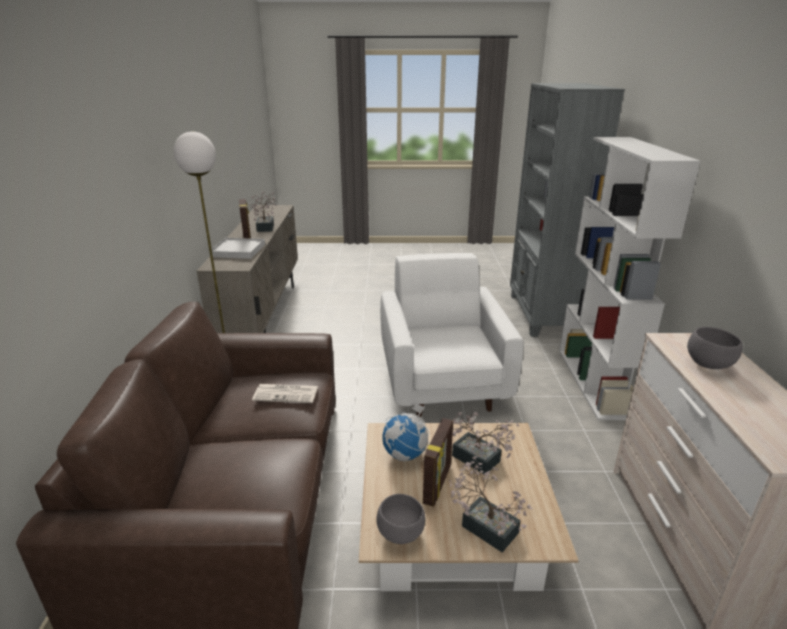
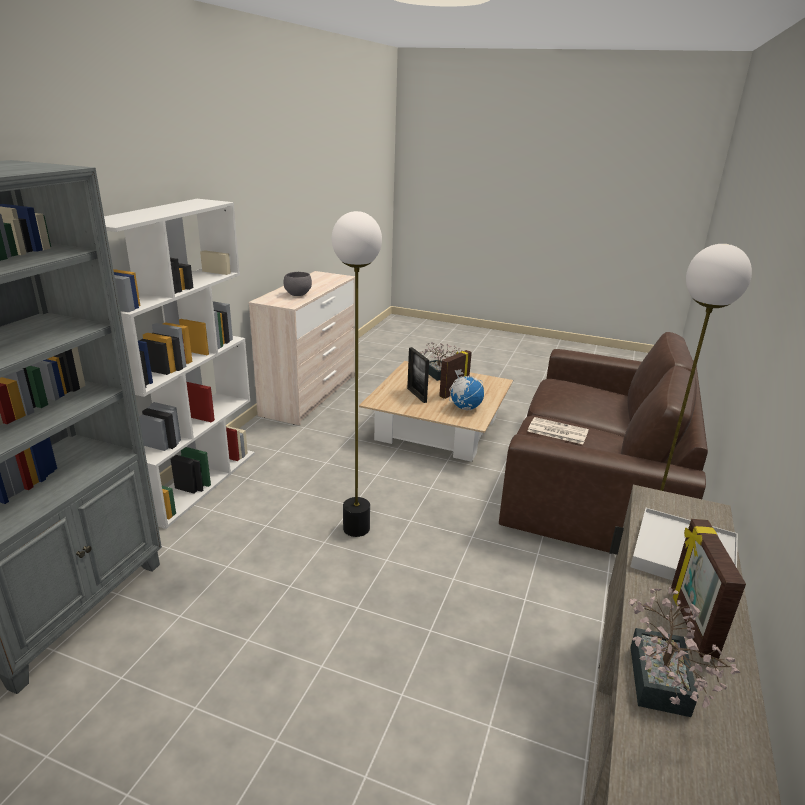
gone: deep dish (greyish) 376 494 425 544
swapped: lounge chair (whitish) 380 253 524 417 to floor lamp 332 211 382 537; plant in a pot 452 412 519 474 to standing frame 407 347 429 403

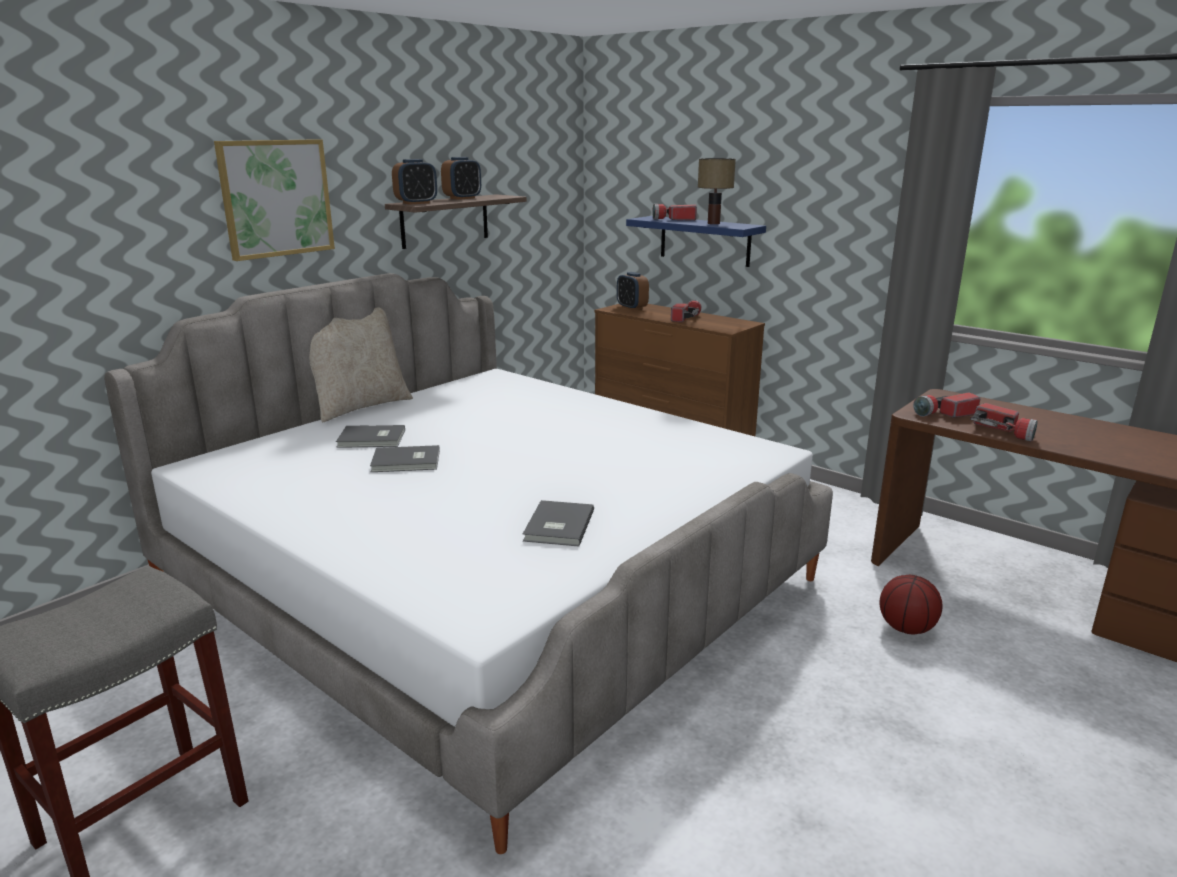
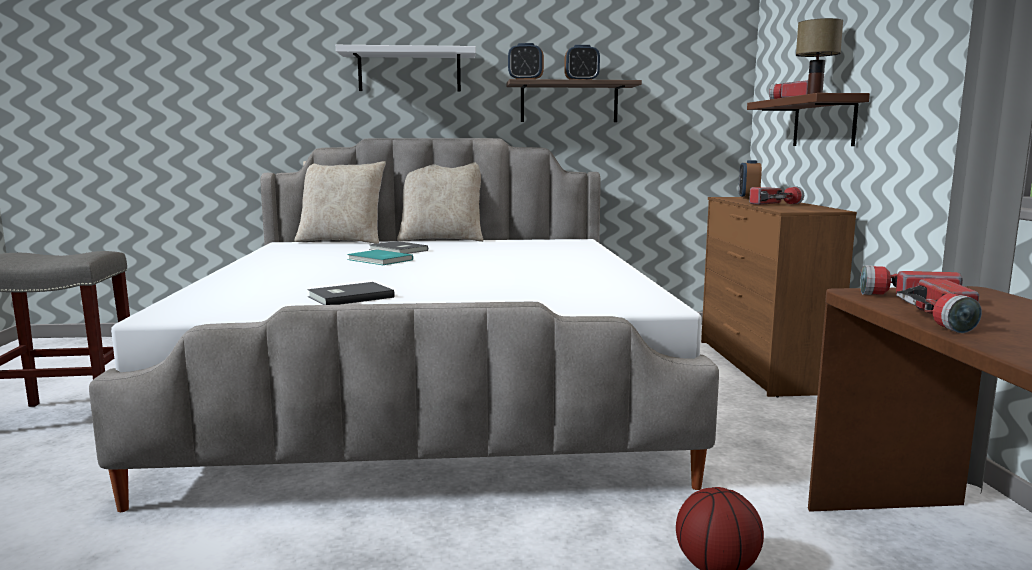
new: cushion (sand-coloured) 294 161 386 244
swapped: wall picture 214 139 335 261 to wall shelf (whitish) 336 45 476 92
repainted: book (greyish) 370 445 440 472 to book (blue-green) 347 250 413 265; wall shelf (bluish) 626 216 766 267 to wall shelf (brown-coloured) 747 93 870 146

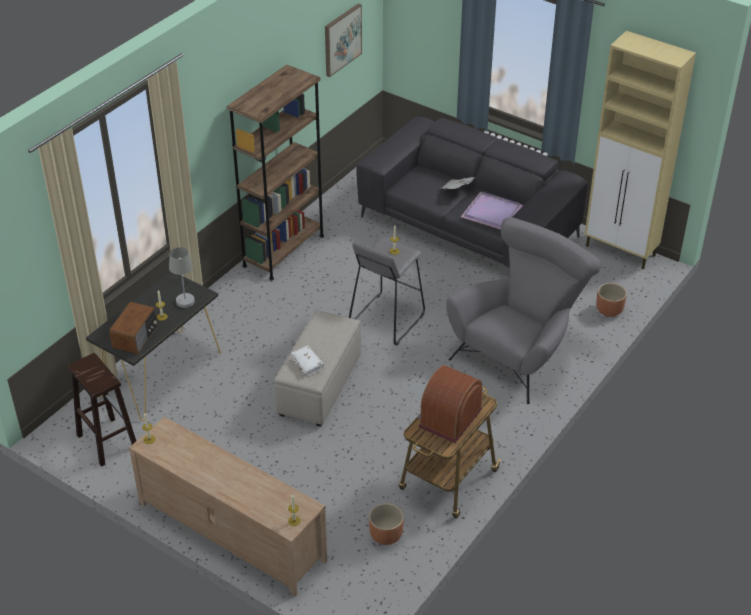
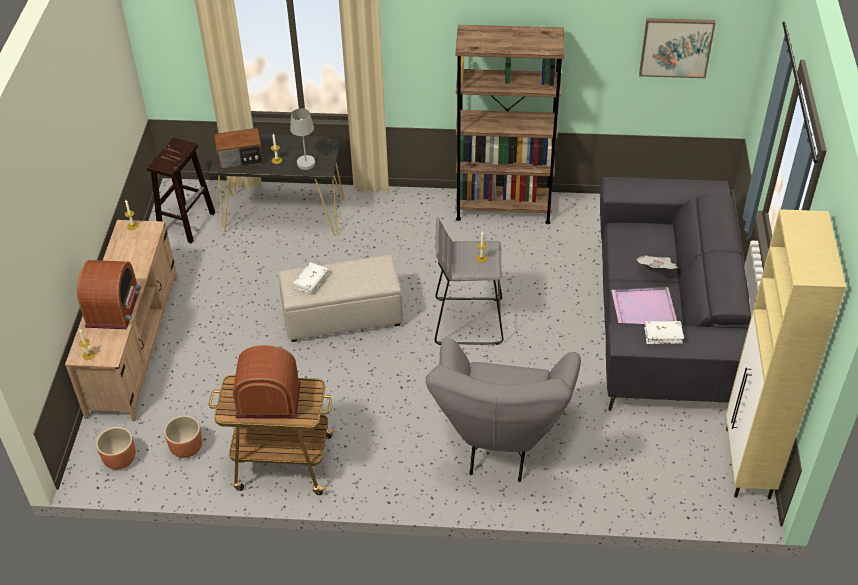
new: radio 77 260 141 329; book (whitish) 644 321 684 344
shifted: flower pot (brown-coloured) 596 283 627 317 to 96 427 136 470
rotated: lounge chair (greyish) 446 217 601 404 = 426 338 581 482 90 degrees clockwise

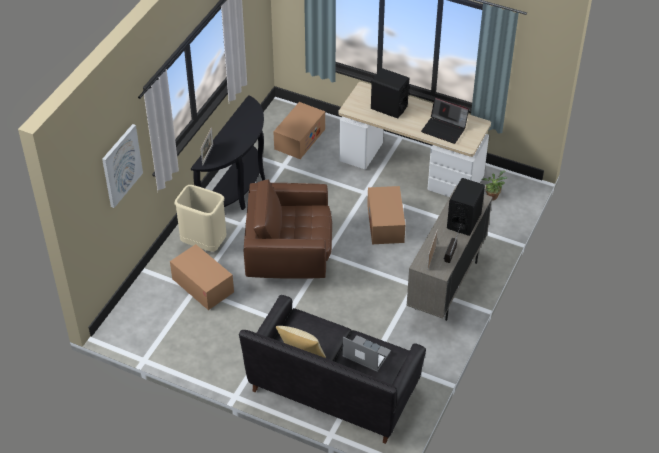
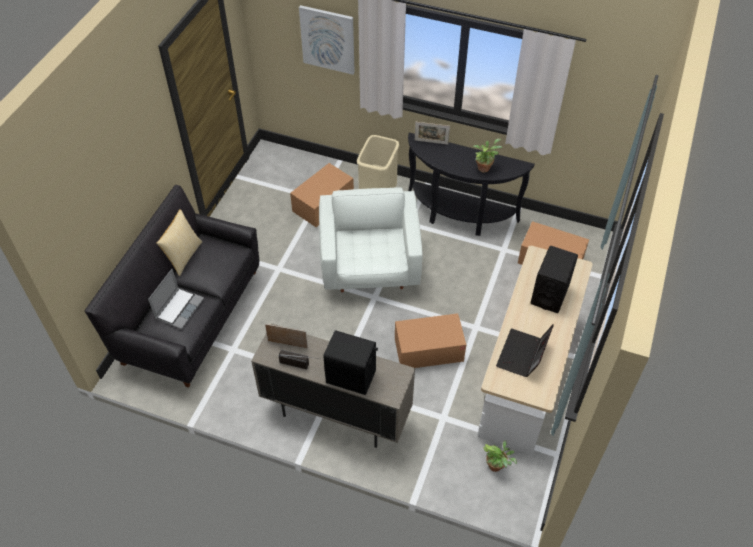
new: plant in a pot 473 138 502 173
repainted: lounge chair (brown-coloured) 243 179 332 279 to lounge chair (whitish) 319 187 423 292

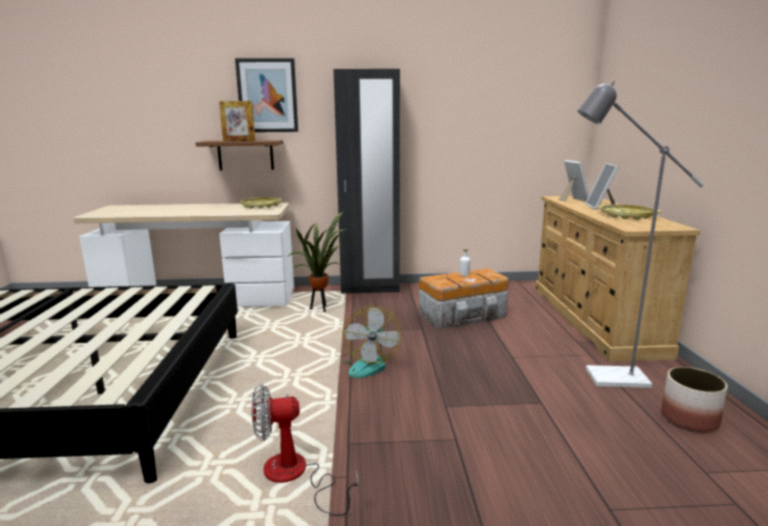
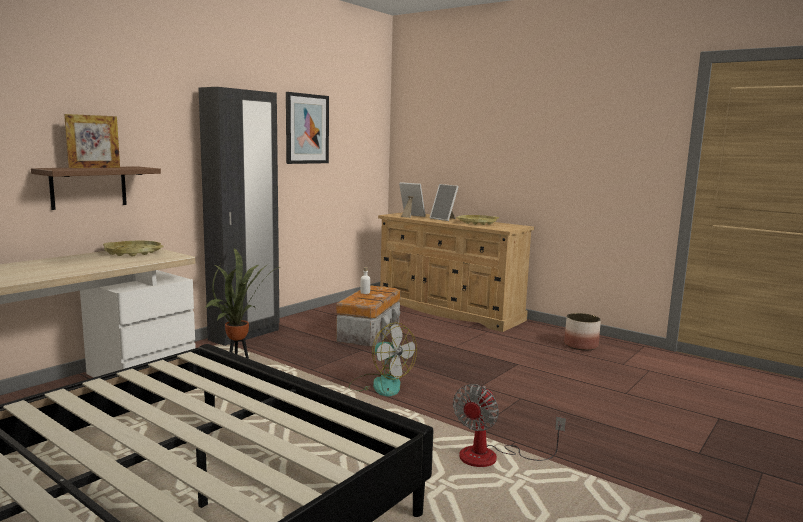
gone: floor lamp (greyish) 577 81 704 388
shifted: wall picture 235 58 298 132 to 286 92 329 164

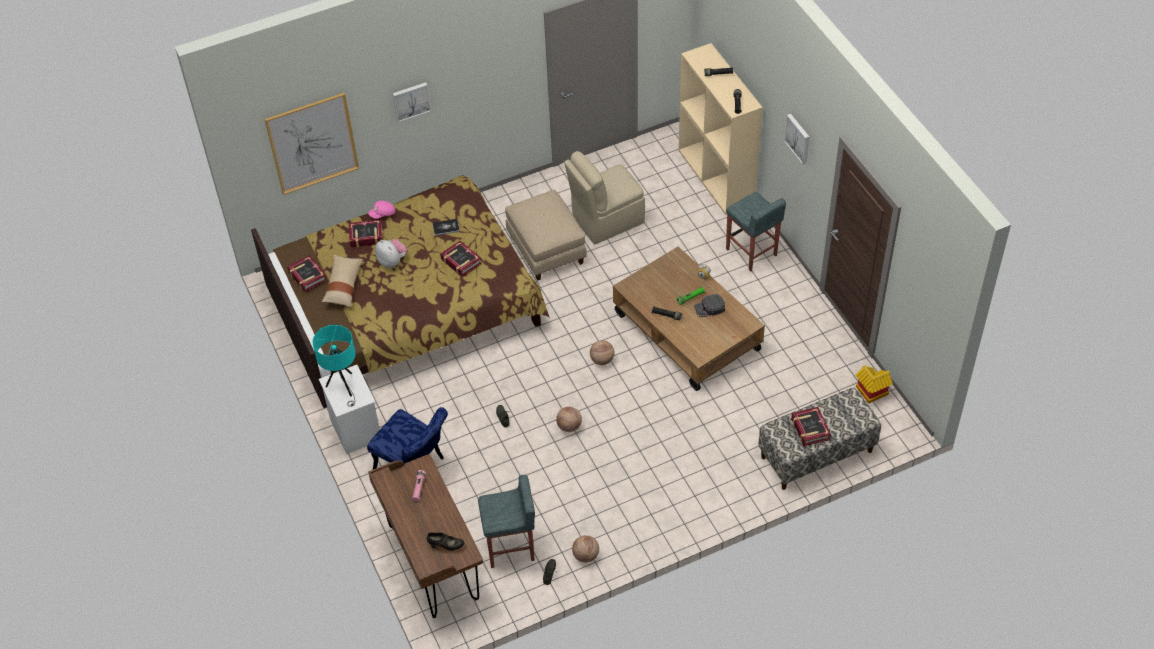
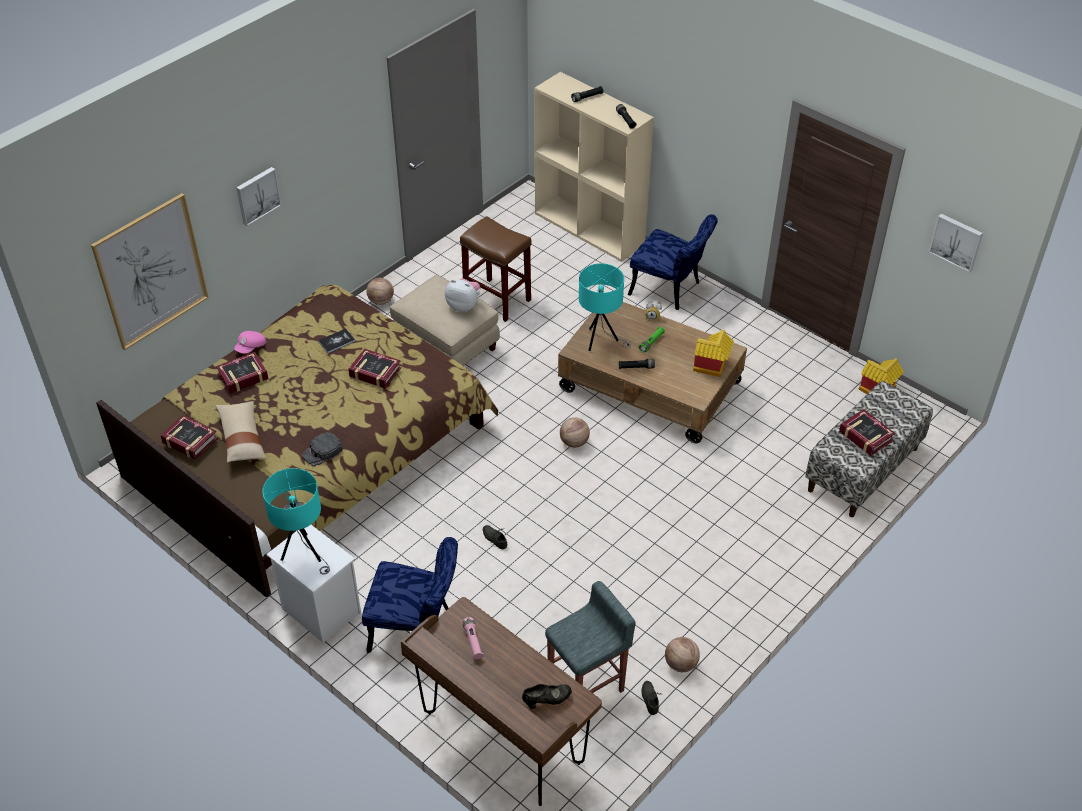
new: table lamp (blue-green) 579 263 631 351; toy house 693 330 734 377
shifted: soft toy 375 239 407 268 to 445 279 481 312; basketball 556 407 582 432 to 366 278 394 305; cap (blackish) 694 294 725 317 to 302 432 343 466; wall picture 784 114 809 164 to 929 214 983 272
swapped: upright chair (sand-coloured) 564 151 645 245 to stool seat (brown-coloured) 460 216 532 322; stool seat (greyish) 726 192 786 272 to upright chair (bluish) 628 214 718 310

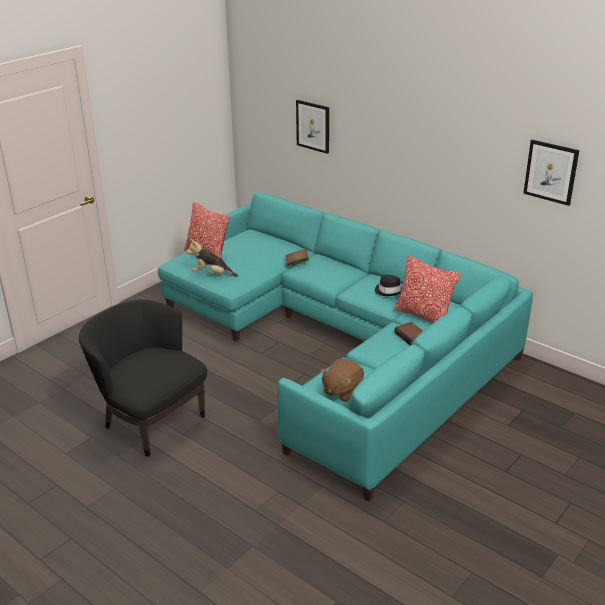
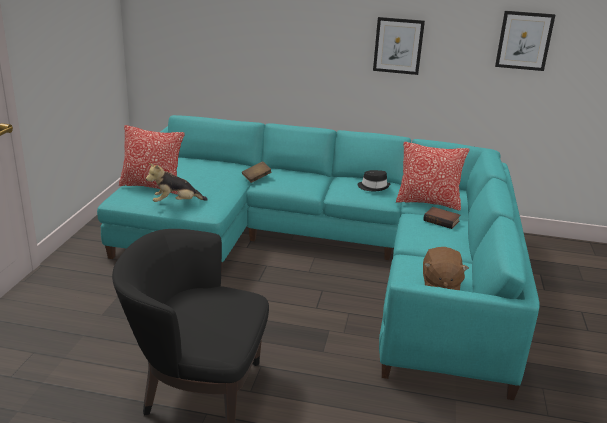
shifted: wall picture 296 100 329 154 to 373 17 425 75

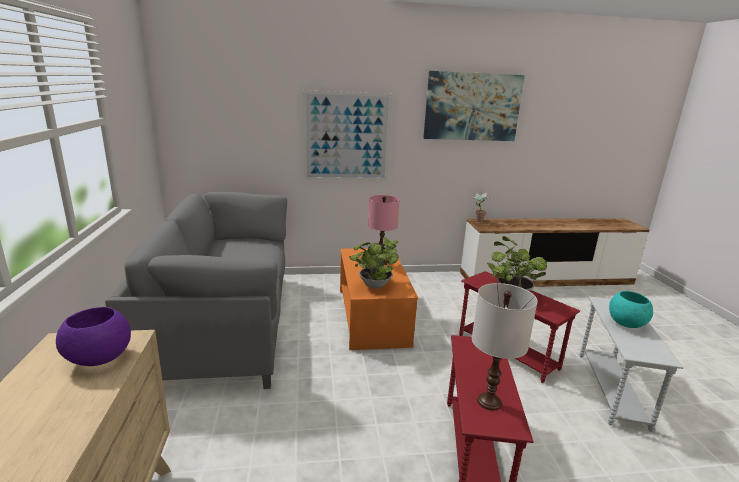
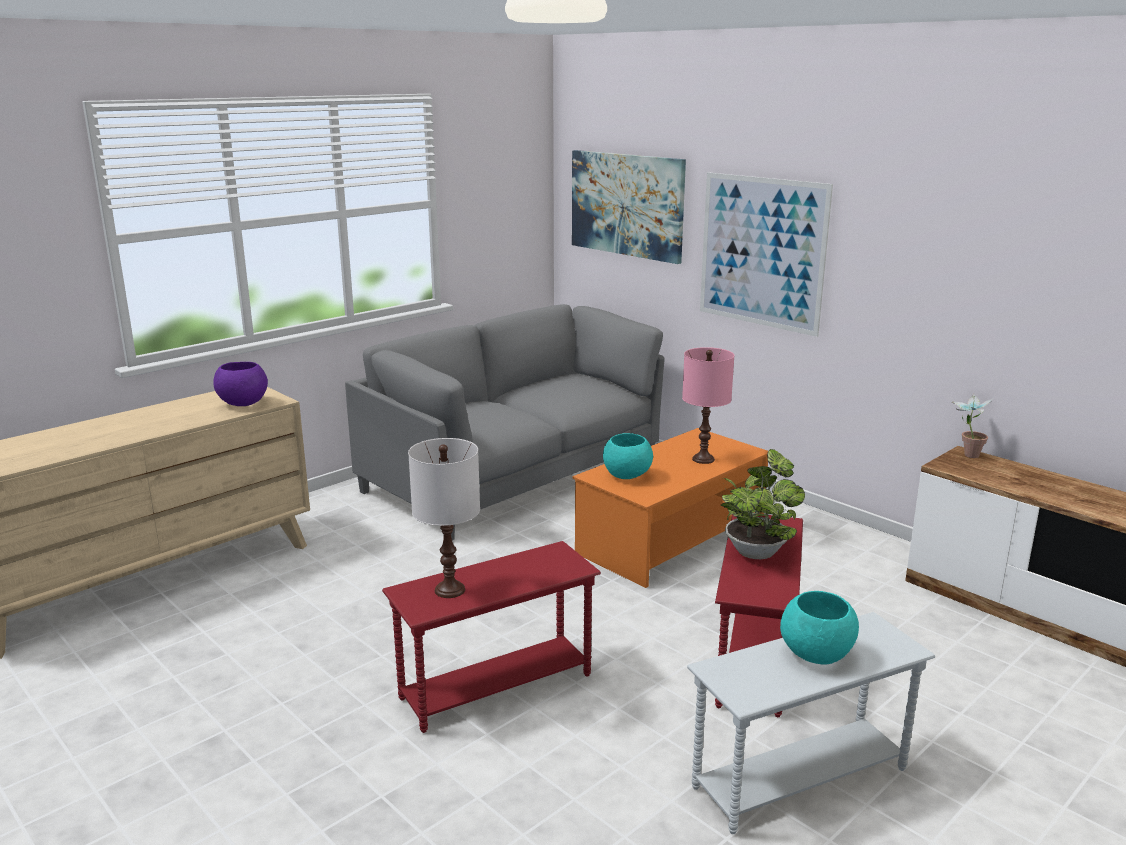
shifted: wall picture 423 71 525 141 to 572 150 686 264
swapped: plant in a pot 349 238 399 289 to deep dish (blue-green) 603 433 653 479

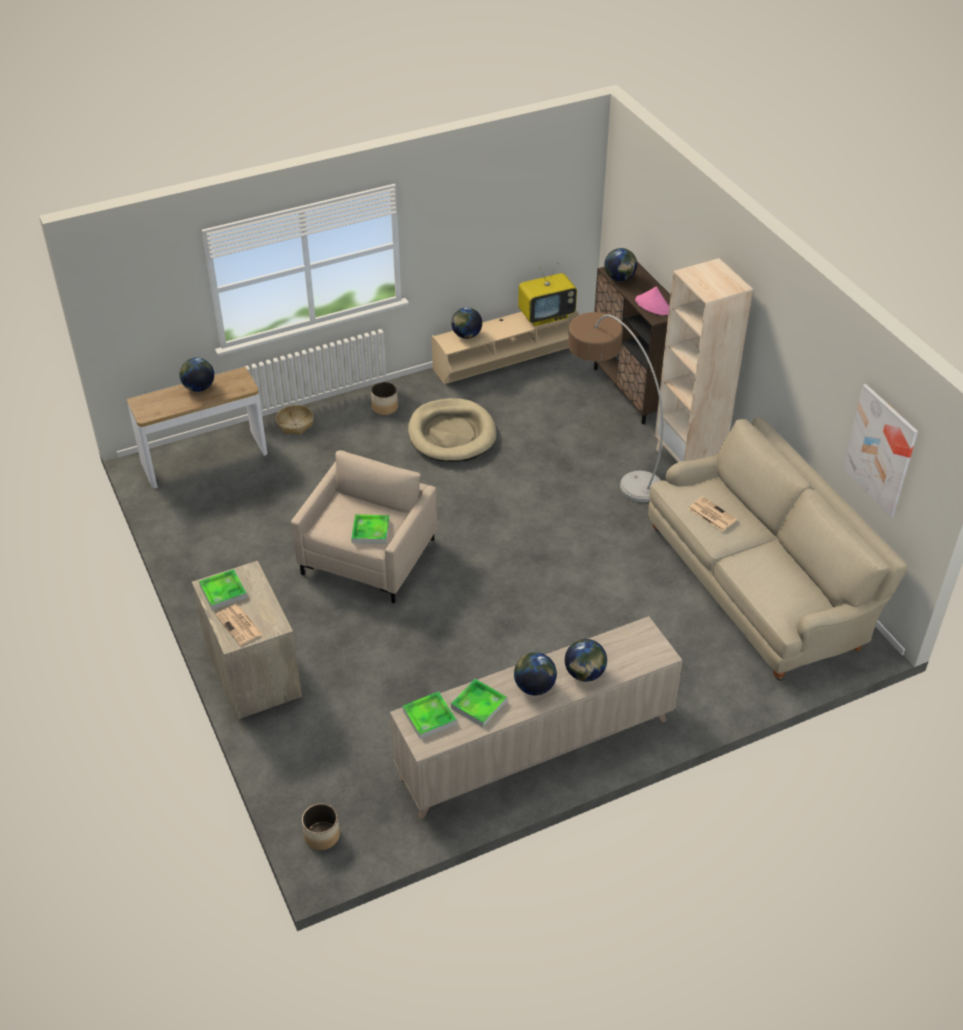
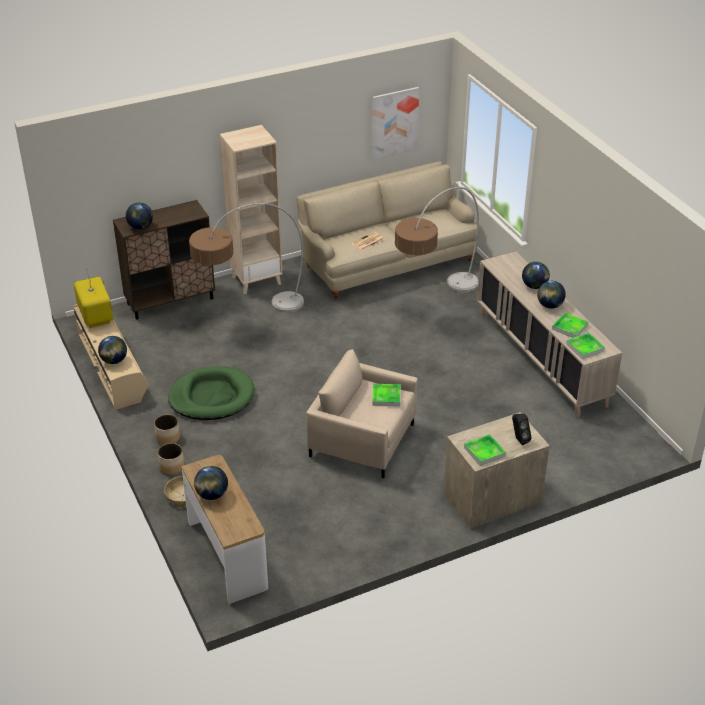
gone: wearable hat (pinkish) 635 286 669 315
new: floor lamp 395 187 479 293
shifted: flower pot 302 803 340 850 to 158 443 184 475
swapped: printed paper 215 605 263 646 to audio speaker (blackish) 512 414 532 445
repainted: pet bed (sand-coloured) 408 398 496 462 to pet bed (green) 168 366 254 420

